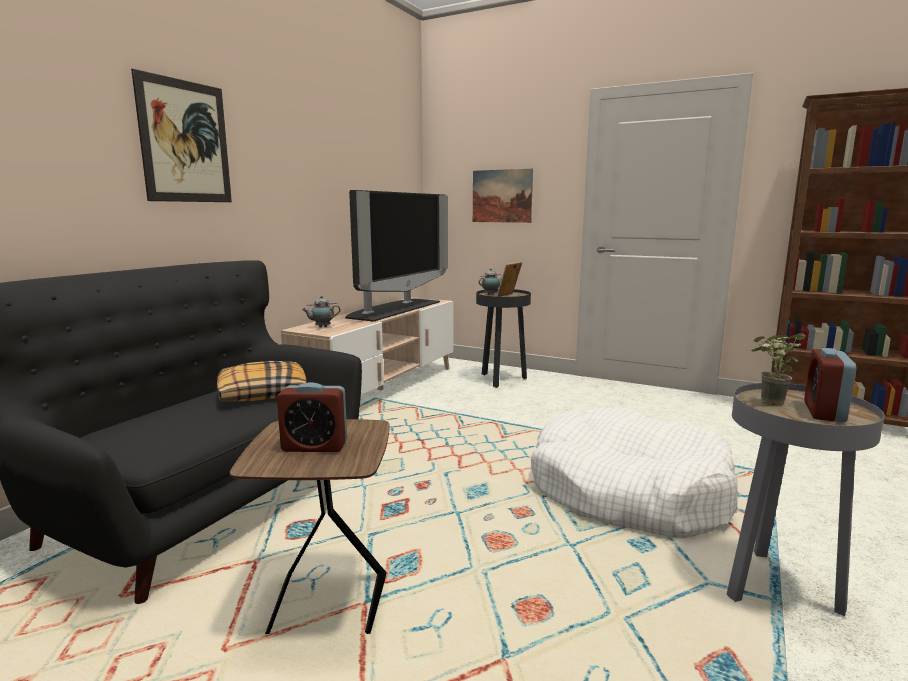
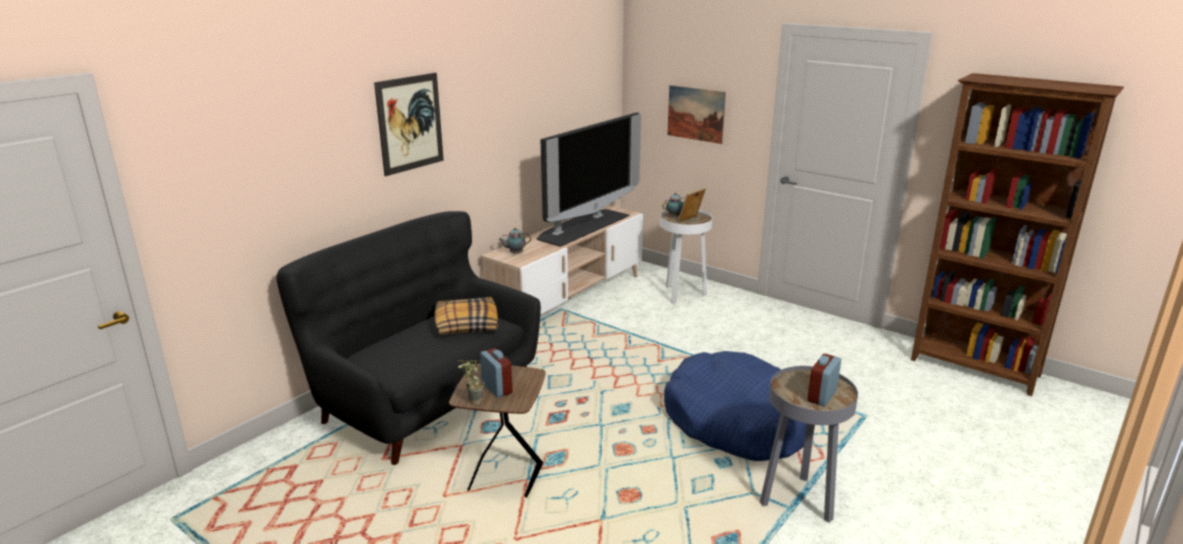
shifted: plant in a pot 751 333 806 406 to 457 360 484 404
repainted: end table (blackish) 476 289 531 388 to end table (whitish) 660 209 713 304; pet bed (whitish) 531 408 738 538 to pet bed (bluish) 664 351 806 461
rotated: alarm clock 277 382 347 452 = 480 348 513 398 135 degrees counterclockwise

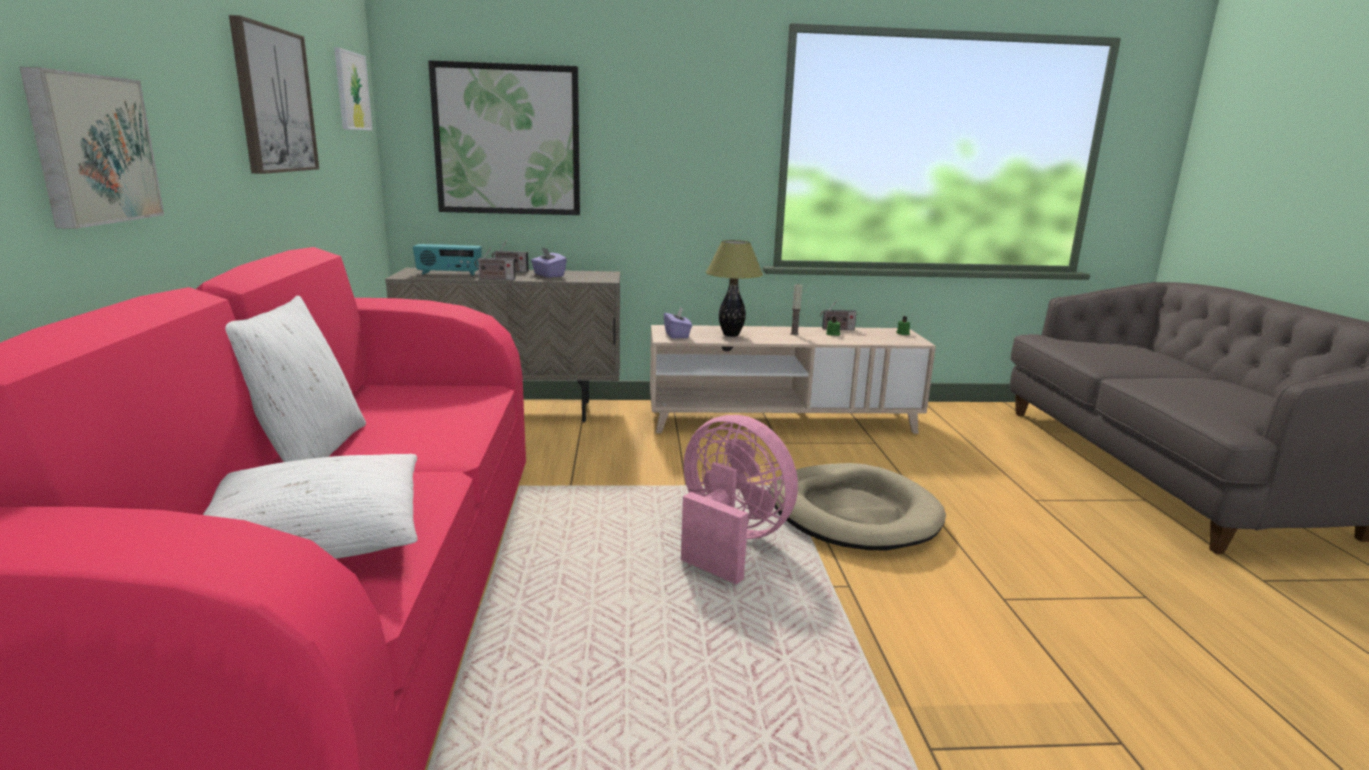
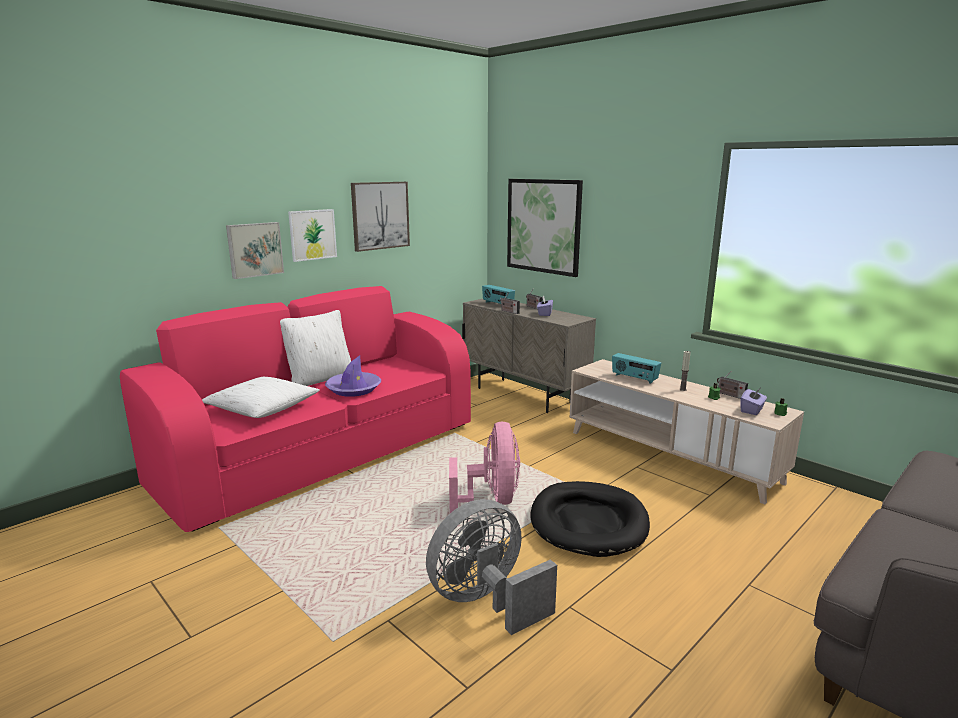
new: wearable hat (purple) 325 355 381 397; cooling fan (greyish) 426 499 557 635
shifted: wall picture 334 47 373 131 to 288 209 337 262; tissue holder (purple) 664 307 692 339 to 740 388 767 415
swapped: table lamp 706 240 763 337 to radio 612 353 661 384
repainted: pet bed (sand-coloured) 769 463 946 550 to pet bed (blackish) 530 481 650 557

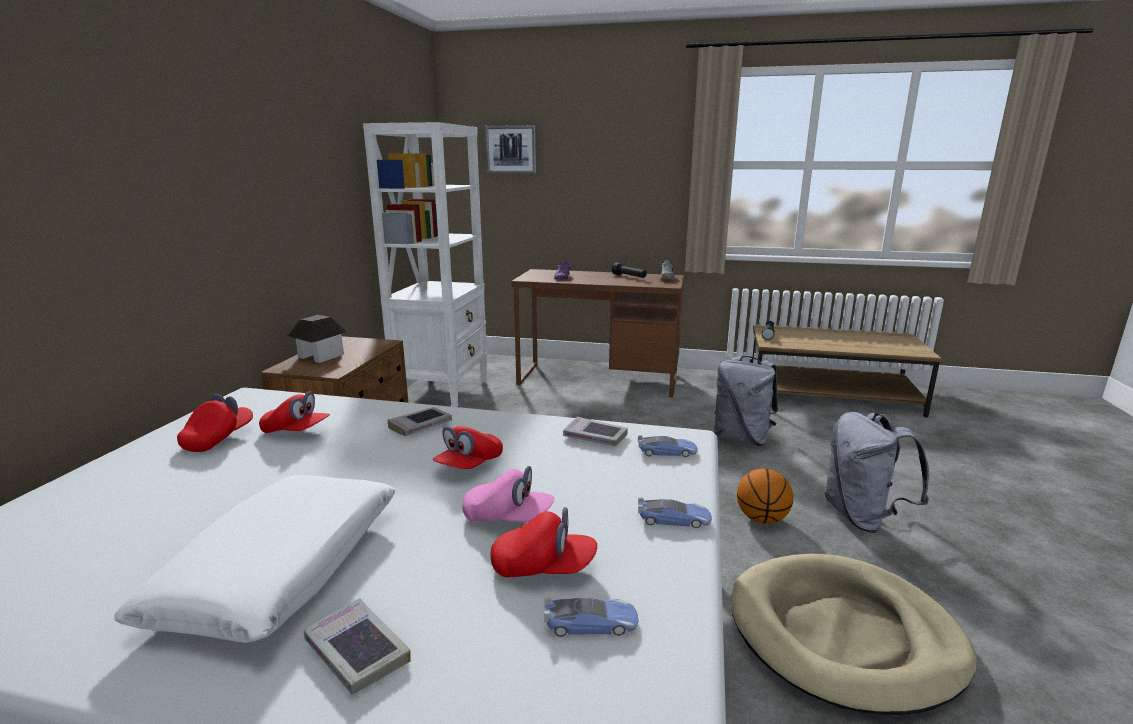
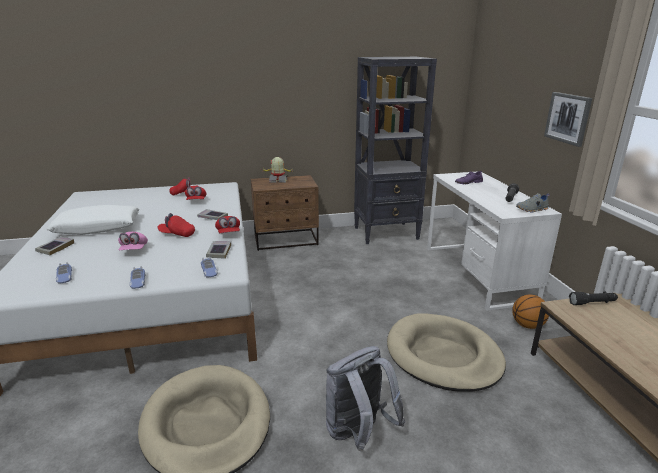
shifted: wall picture 485 125 537 174 to 544 92 592 147; cap (reddish) 491 507 597 578 to 215 216 240 233; basketball 737 468 793 524 to 512 295 549 329
swapped: toy house 288 315 346 363 to toy robot 263 157 293 183; rucksack (greyish) 714 356 778 446 to pet bed (sand-coloured) 387 313 506 392
repainted: bookcase (whitish) 363 122 488 407 to bookcase (blackish) 354 57 437 244; desk table (brown-coloured) 512 269 684 398 to desk table (whitish) 427 172 562 311

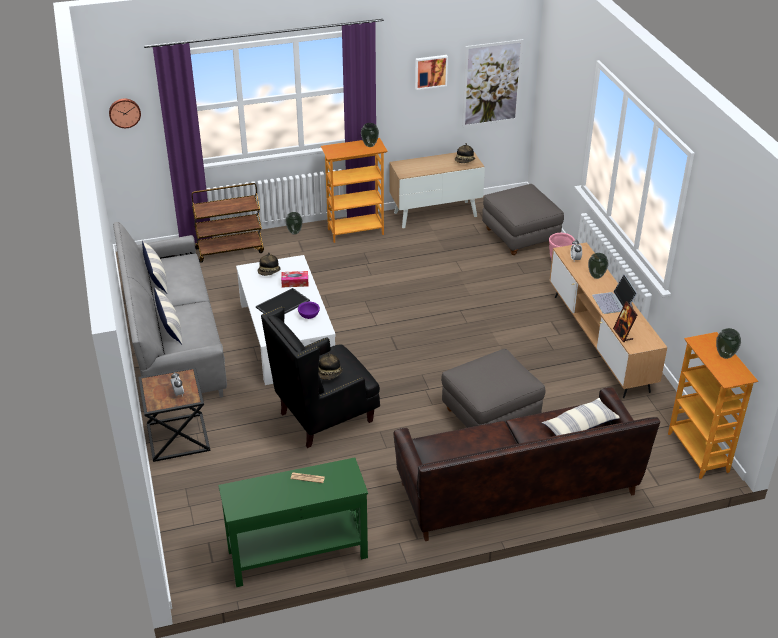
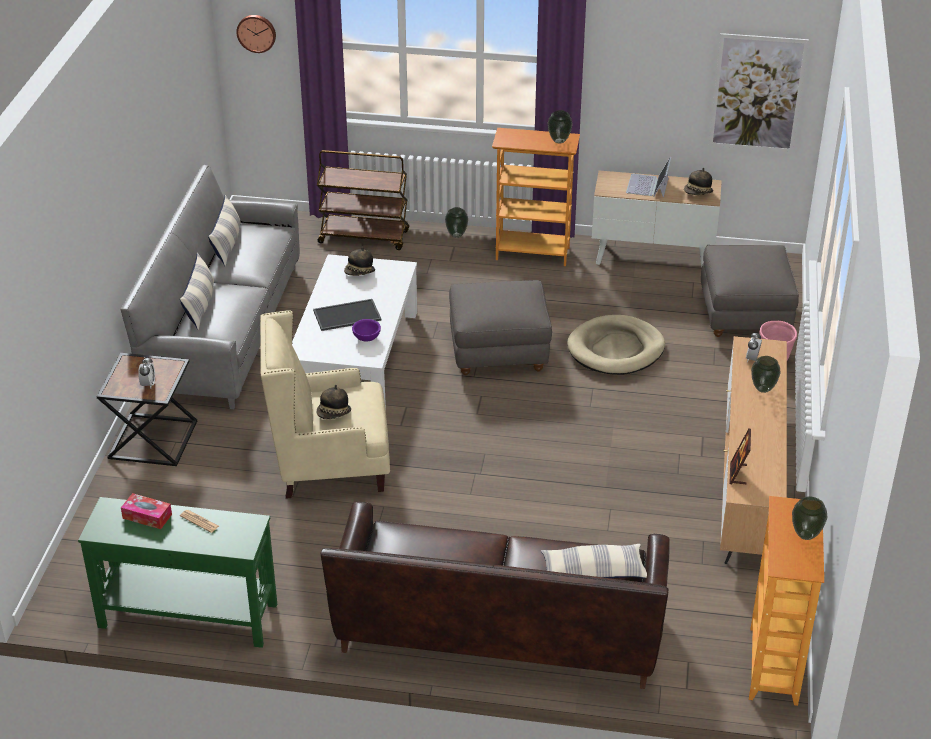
gone: wall picture 415 55 448 90
new: pet bed (sand-coloured) 567 315 665 375
shifted: tissue holder 281 271 308 287 to 121 493 172 529; ottoman (greyish) 441 349 545 428 to 449 280 552 375; laptop 592 274 637 314 to 626 156 671 198
repainted: lounge chair (blackish) 261 306 380 448 to lounge chair (sand-coloured) 260 311 390 499

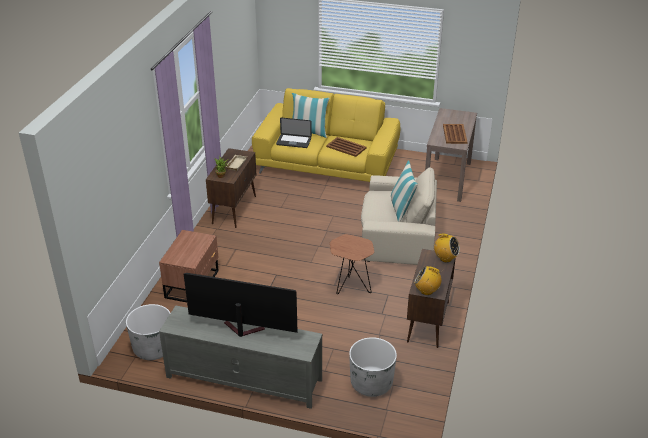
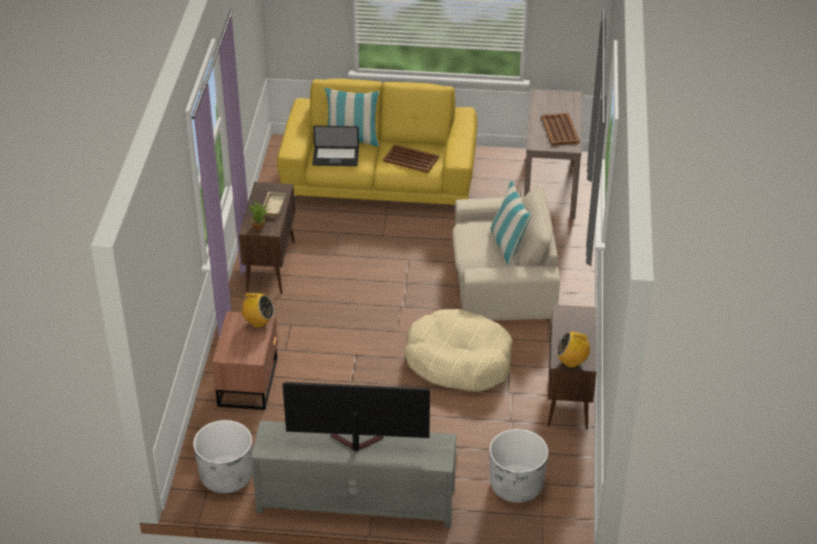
shifted: radio 434 234 460 262 to 238 293 274 328
swapped: end table (brown-coloured) 330 234 374 294 to pet bed (sand-coloured) 404 309 512 392

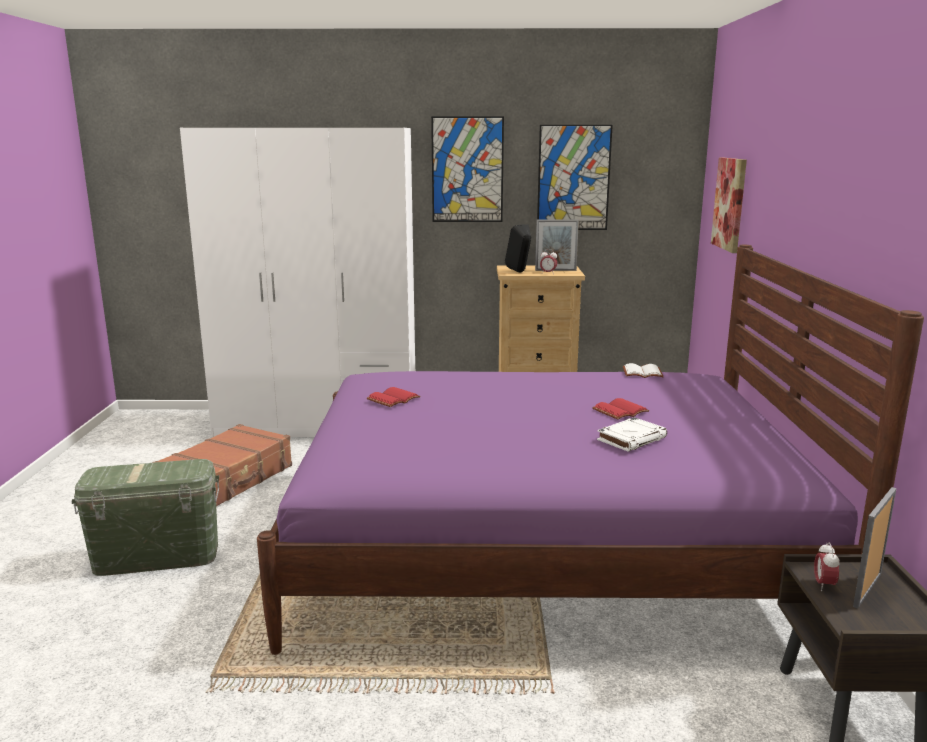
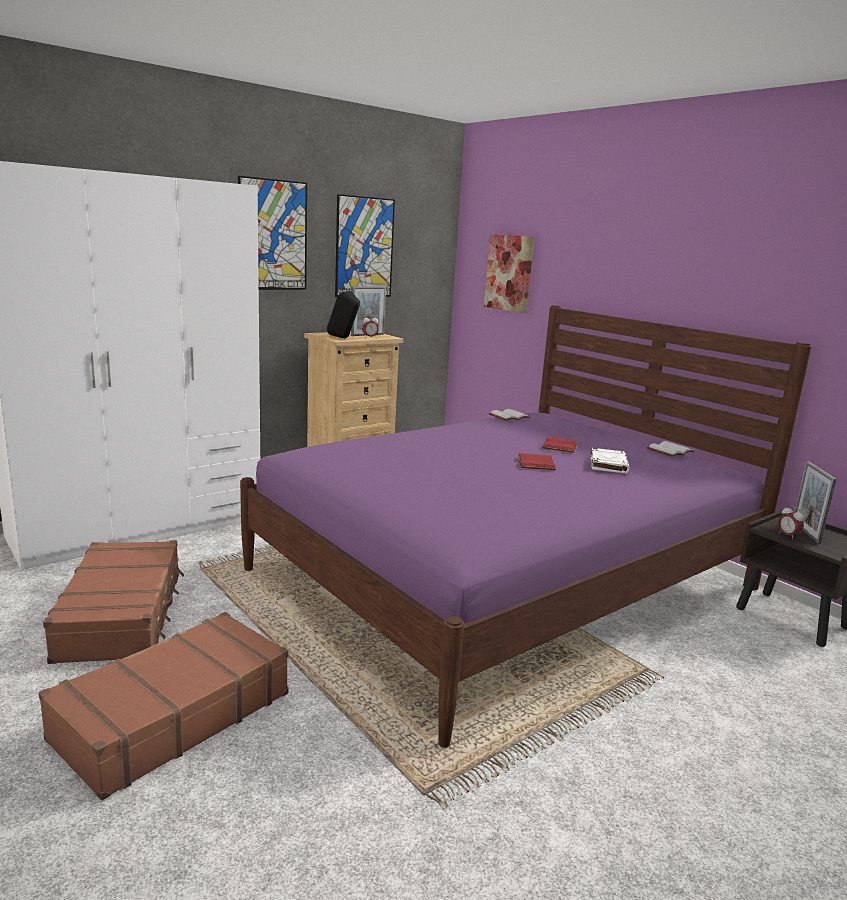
new: book (whitish) 647 441 694 457
shifted: book (reddish) 367 387 420 407 to 518 453 556 470
swapped: storage bin (green) 72 459 219 576 to travel case (brown-coloured) 39 612 288 800

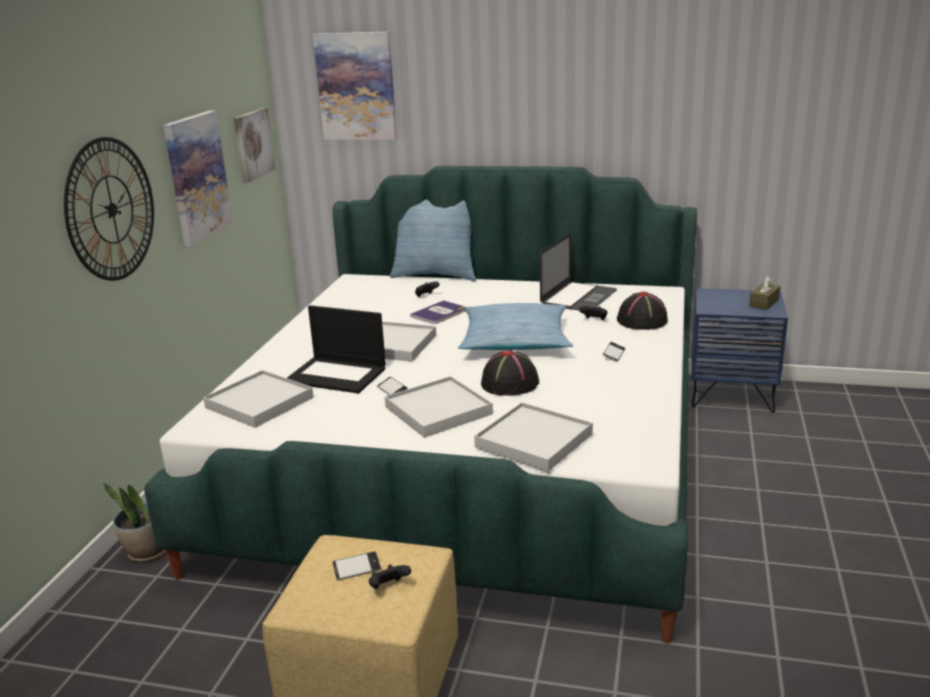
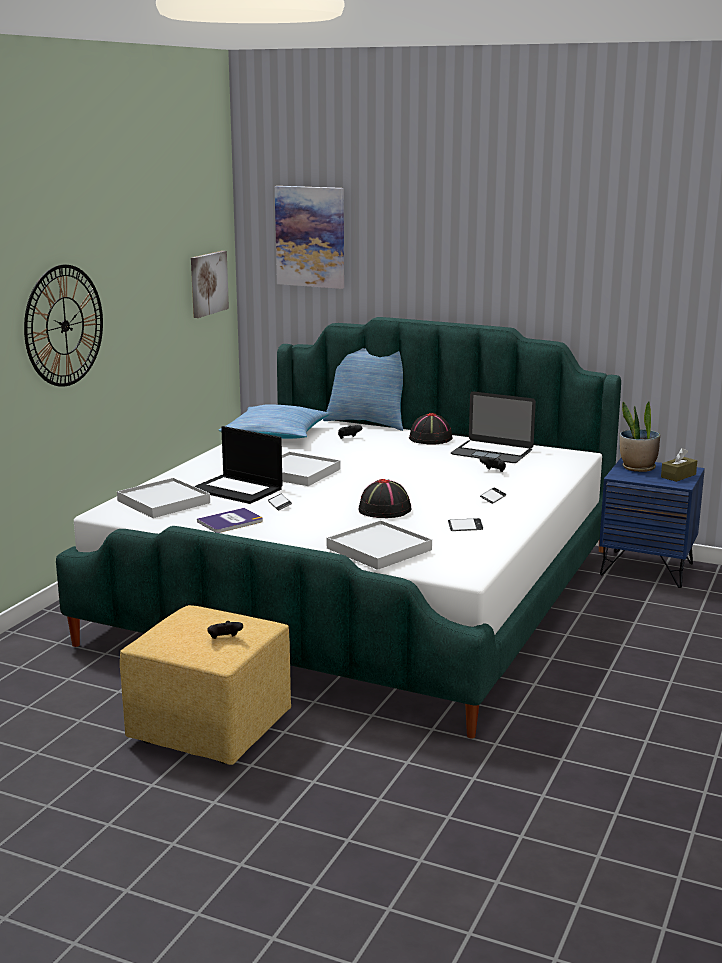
gone: wall picture 163 110 233 246; serving tray (whitish) 385 376 493 438
shifted: plant in a pot 104 483 166 562 to 620 402 660 472; phone 333 551 381 580 to 448 518 483 531; book 410 300 466 324 to 197 508 263 533; cushion 458 303 573 350 to 218 404 330 439; wearable hat (blackish) 617 292 668 330 to 409 413 453 445
rotated: laptop 540 234 617 310 = 451 392 536 463 75 degrees clockwise

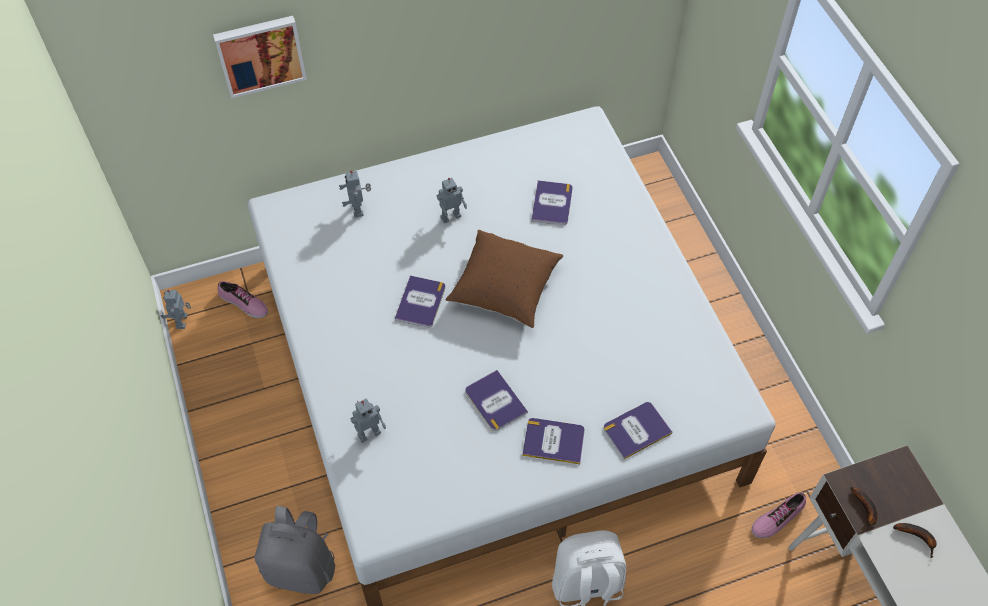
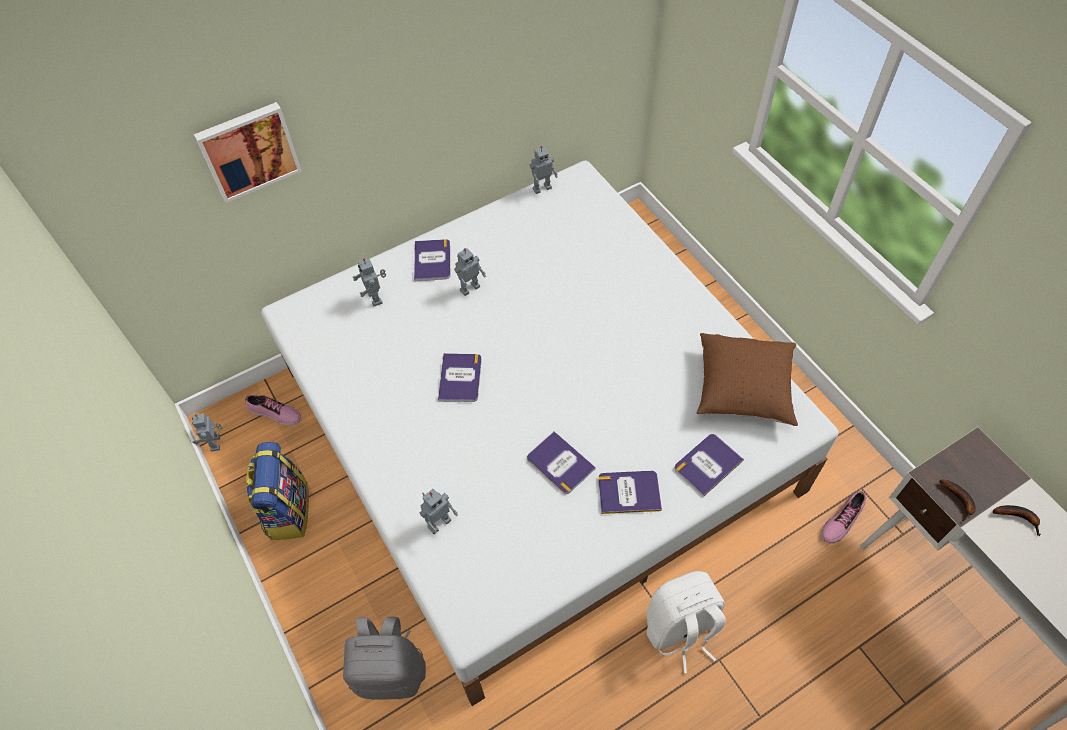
new: rucksack 246 442 309 540; toy robot 530 146 558 194
shifted: cushion (brown-coloured) 446 230 563 328 to 697 333 798 426; book 531 180 573 225 to 414 239 450 281

